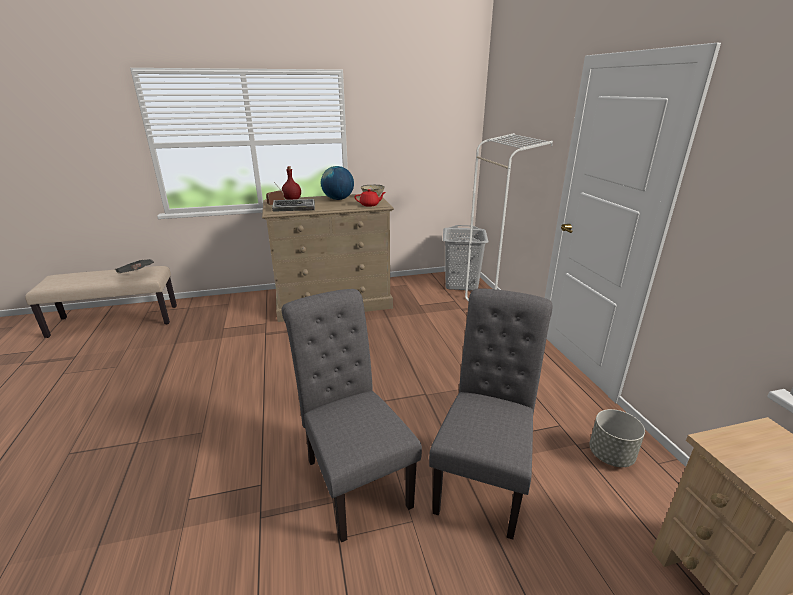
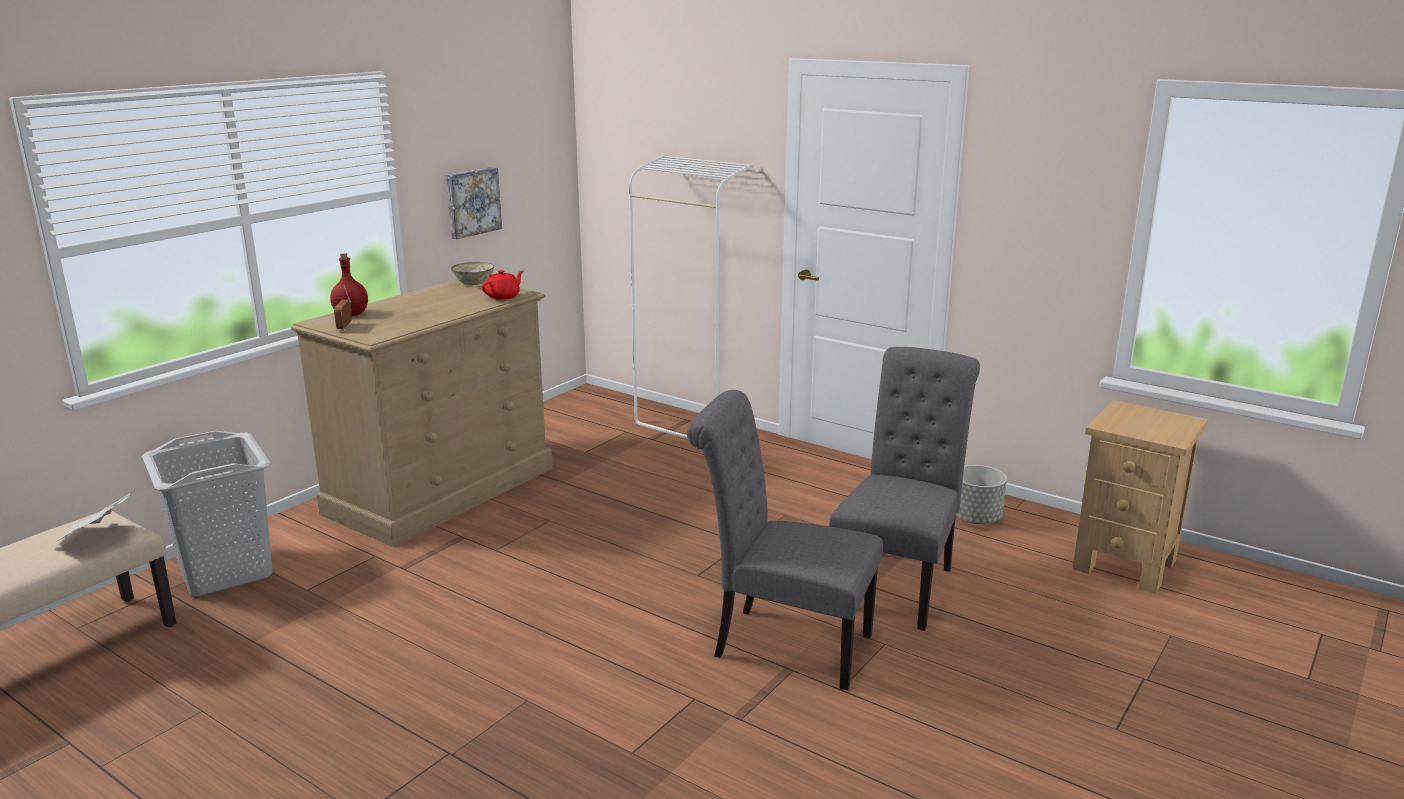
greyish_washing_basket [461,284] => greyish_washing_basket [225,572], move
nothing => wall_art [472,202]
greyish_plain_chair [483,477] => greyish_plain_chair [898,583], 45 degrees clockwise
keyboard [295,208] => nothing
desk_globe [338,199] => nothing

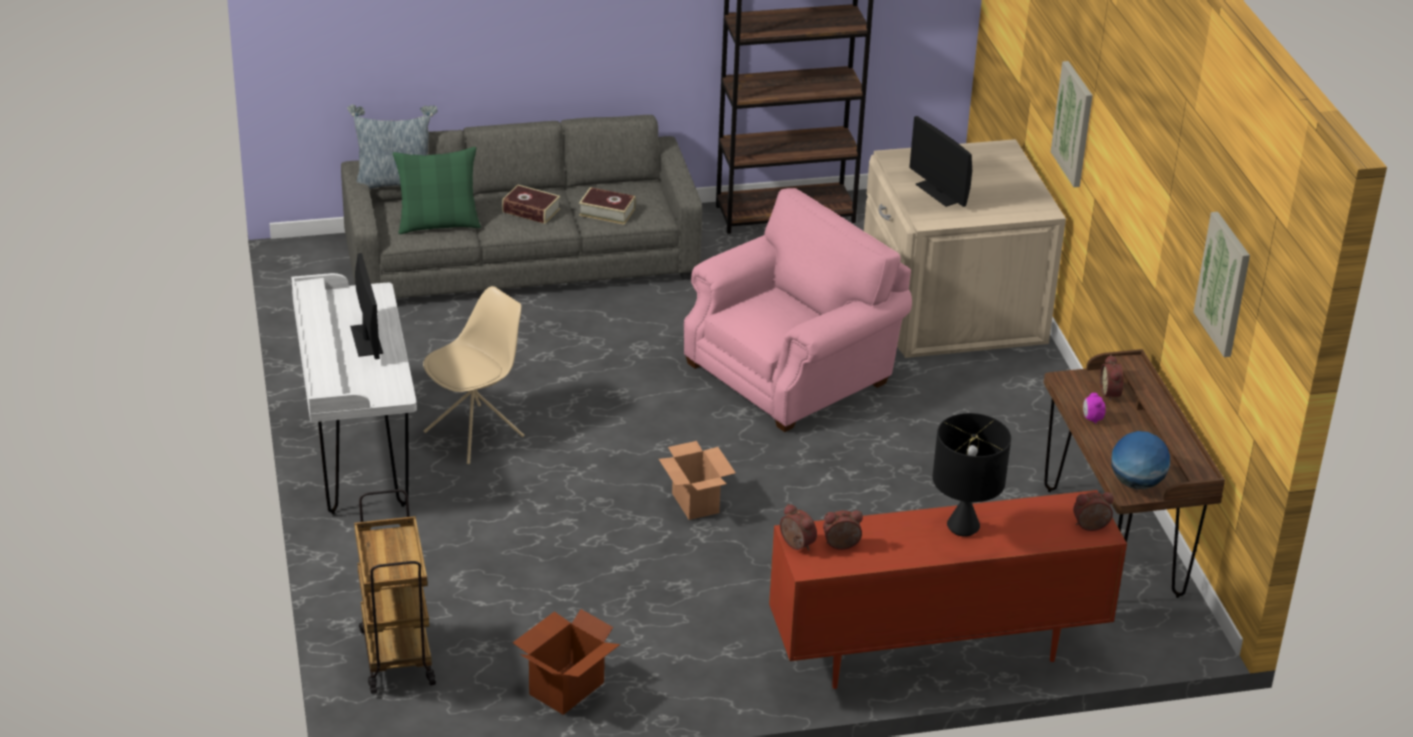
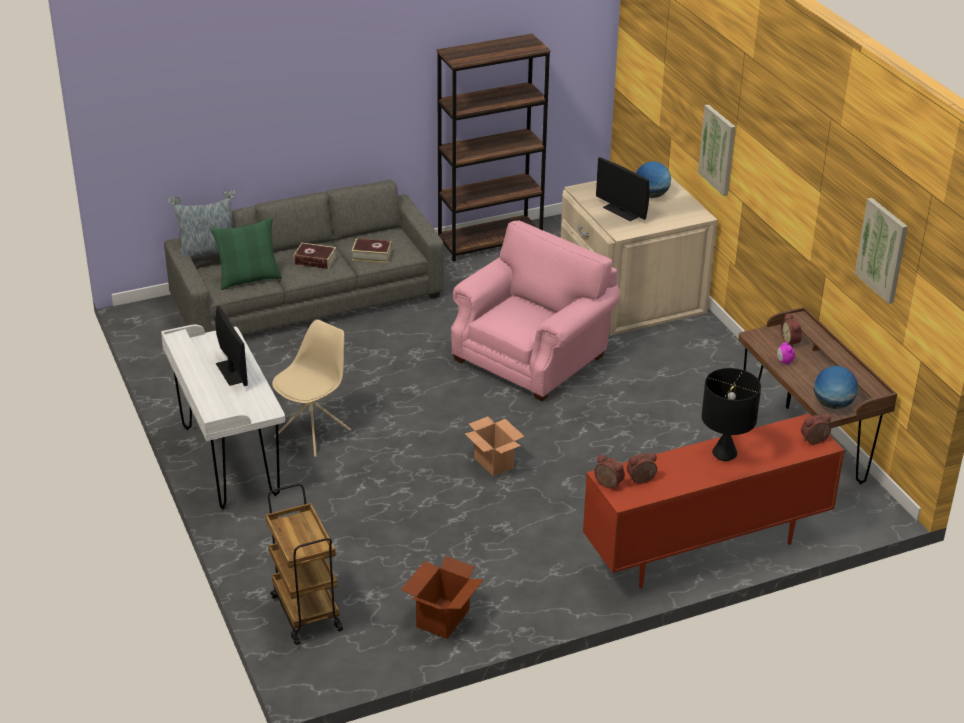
nothing => desk_globe [651,195]

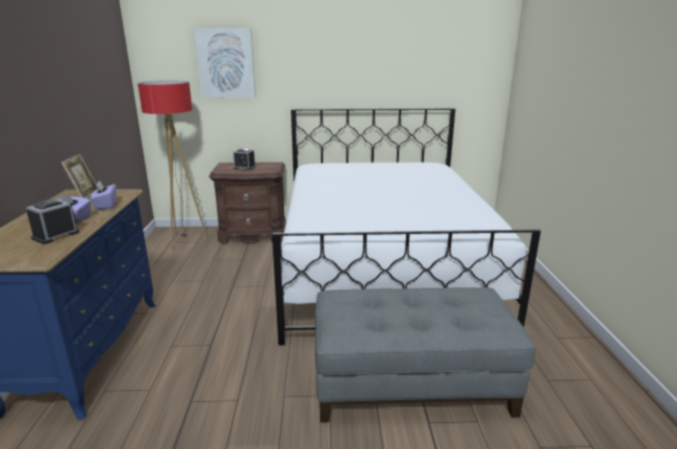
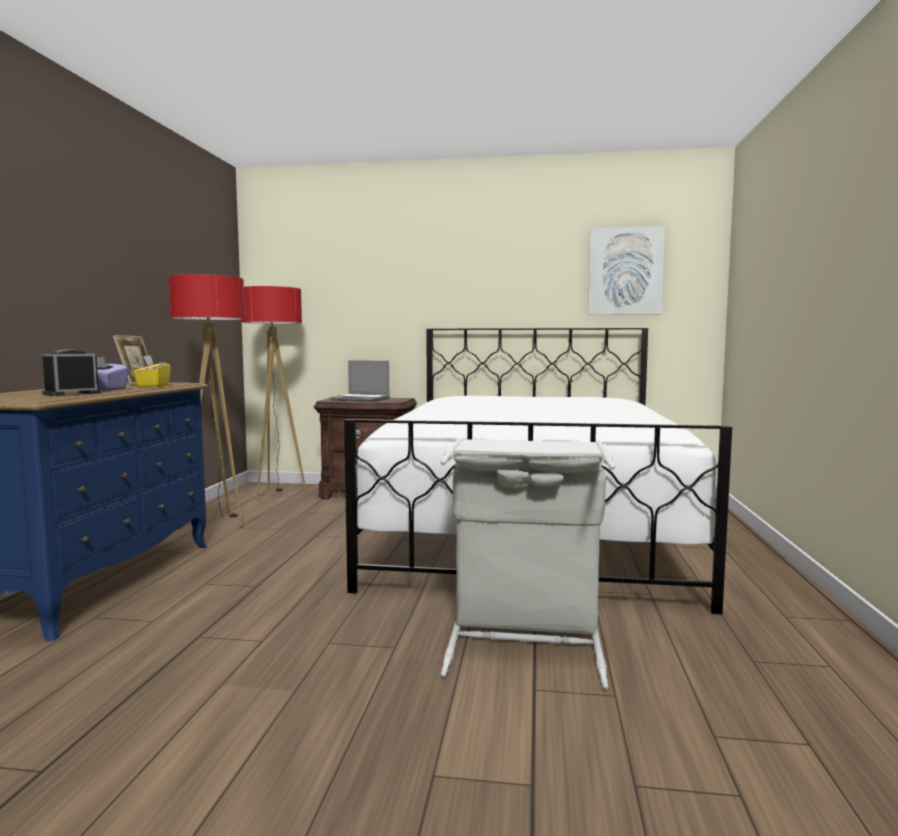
purplish_tissue_holder [106,205] => yellow-coloured_tissue_holder [152,386]
nothing => standard_lamp [217,521]
table_clock [244,167] => portable_computer [361,399]
greyish_footrest [410,381] => greyish_washing_basket [525,643]
wall_art [226,63] => wall_art [625,271], move

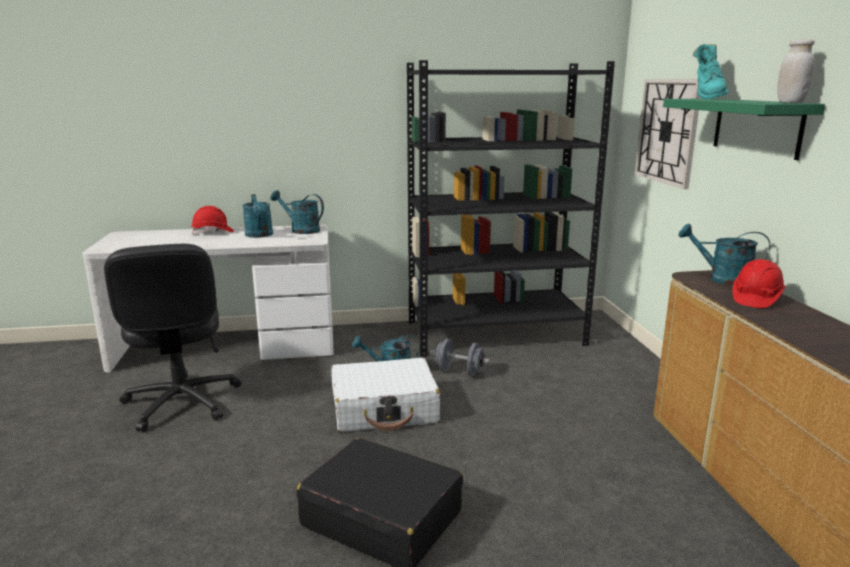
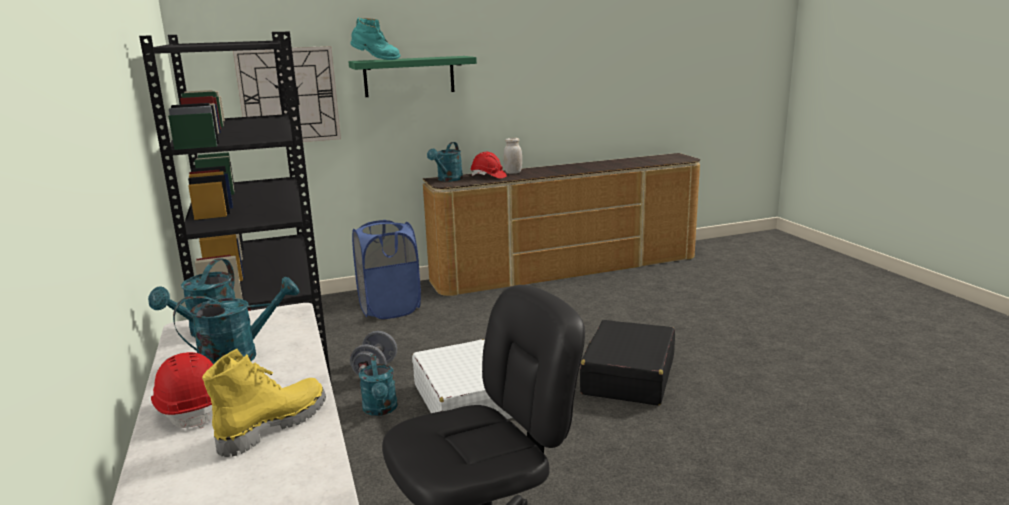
nothing => yellow-coloured_high-top_boot [273,425]
nothing => bluish_washing_basket [390,308]
white_storage_jar [790,102] => white_storage_jar [513,172], move

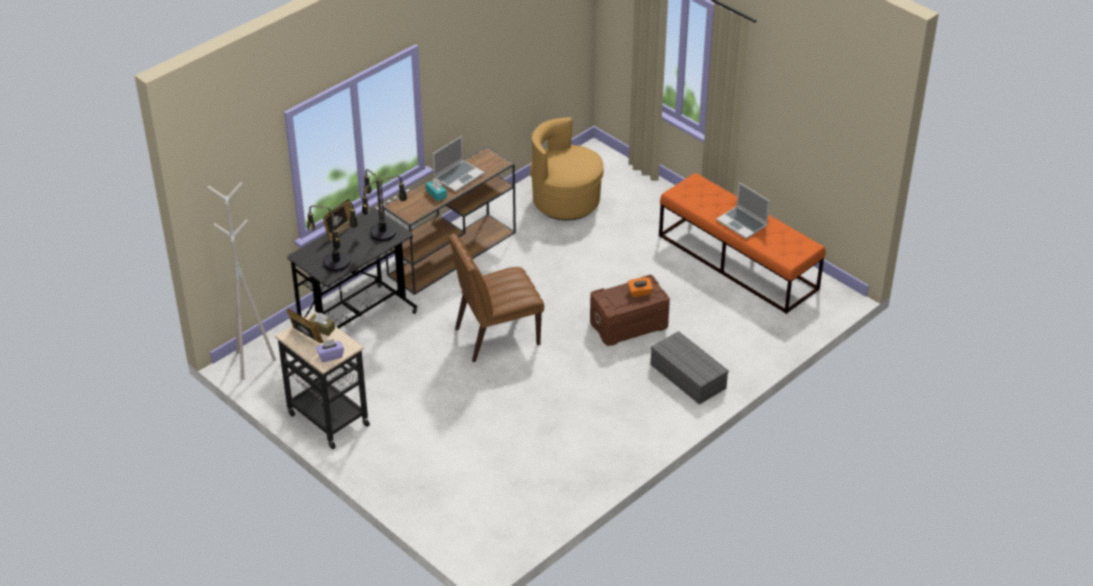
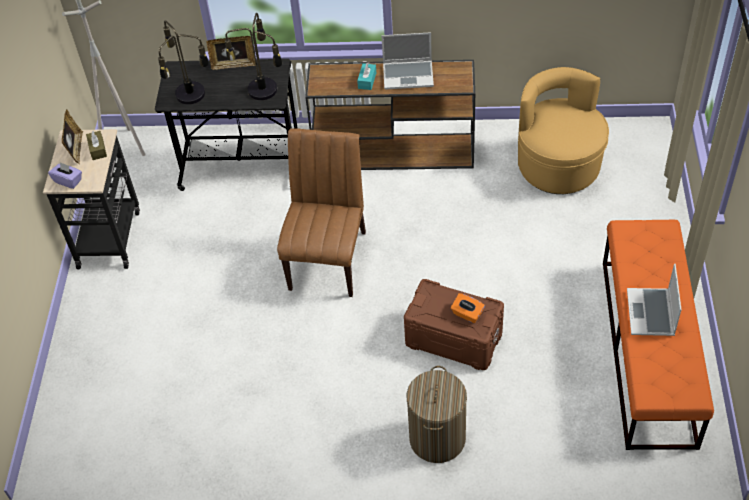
brown_plain_chair [497,336] => brown_plain_chair [328,261], 75 degrees clockwise
greyish_storage_container [686,376] => washing_basket [437,438]

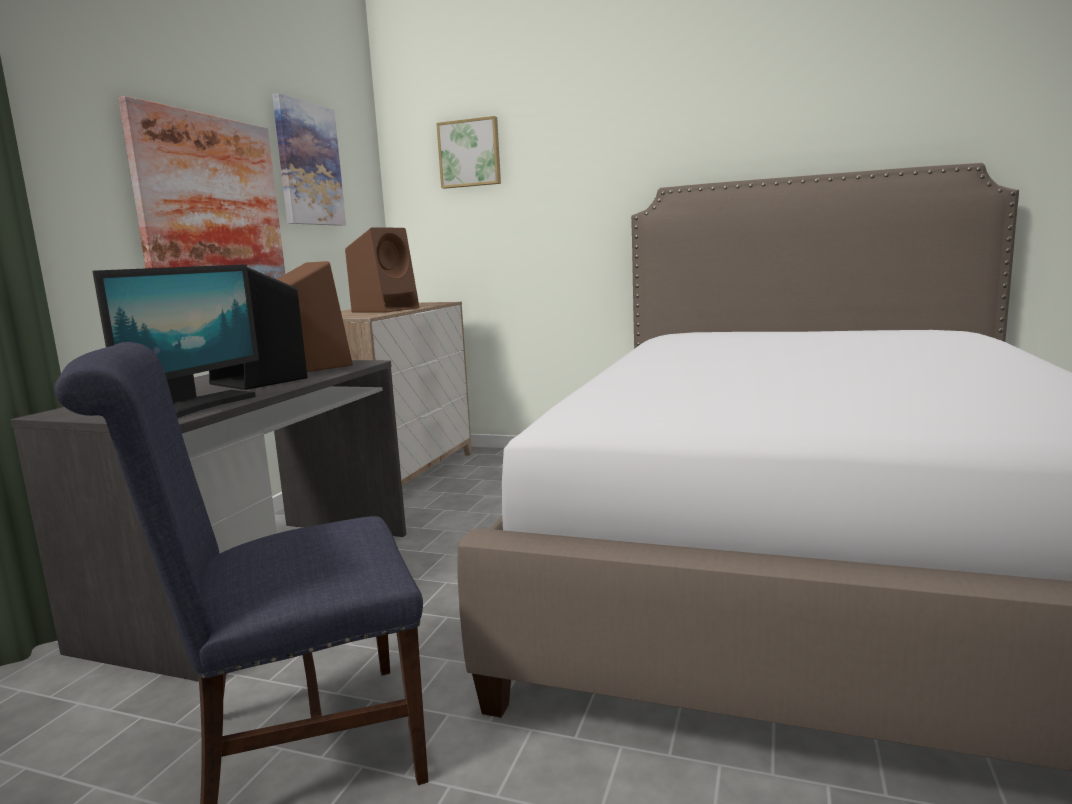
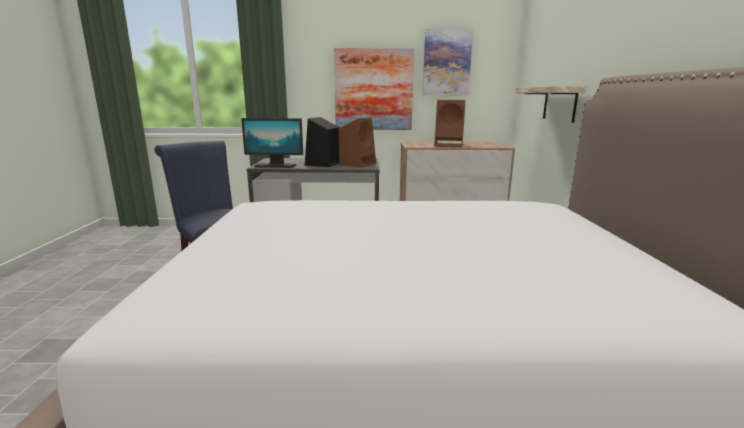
nothing => wall_shelf [559,104]
wall_art [470,153] => nothing

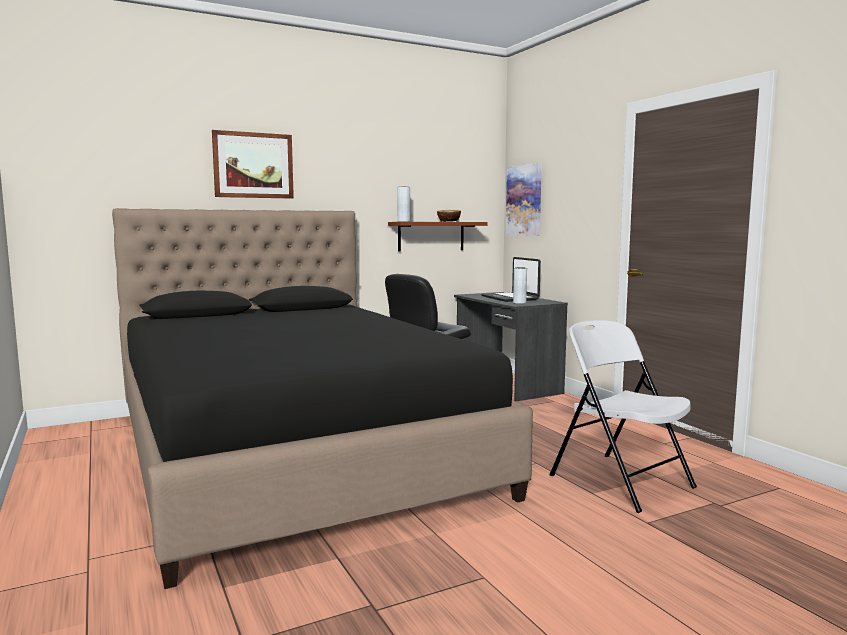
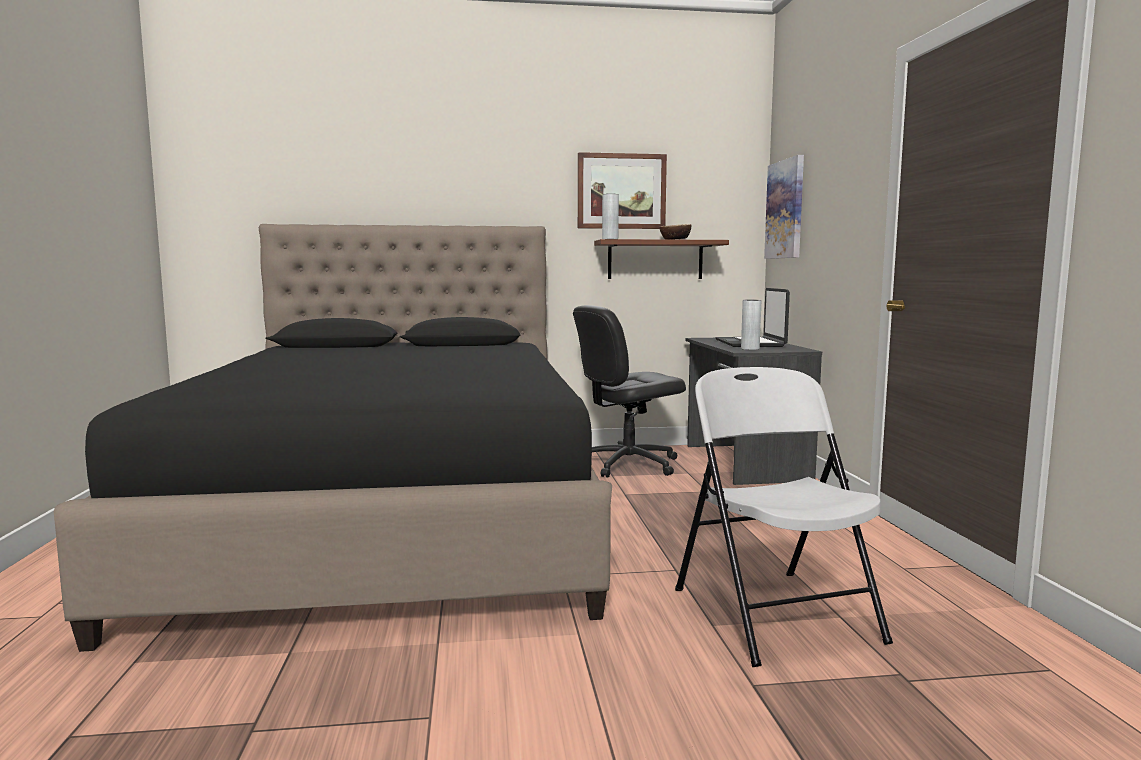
wall_art [253,165] => wall_art [621,191], move

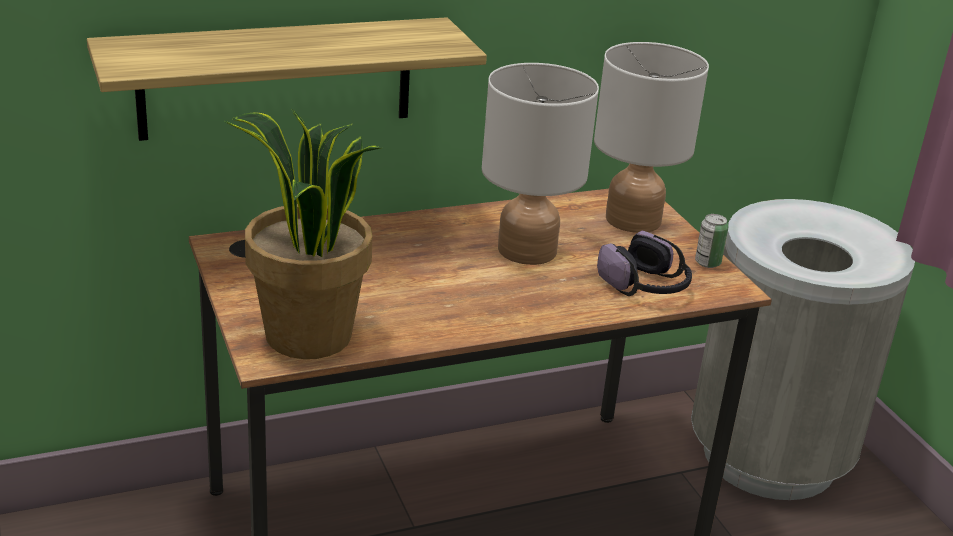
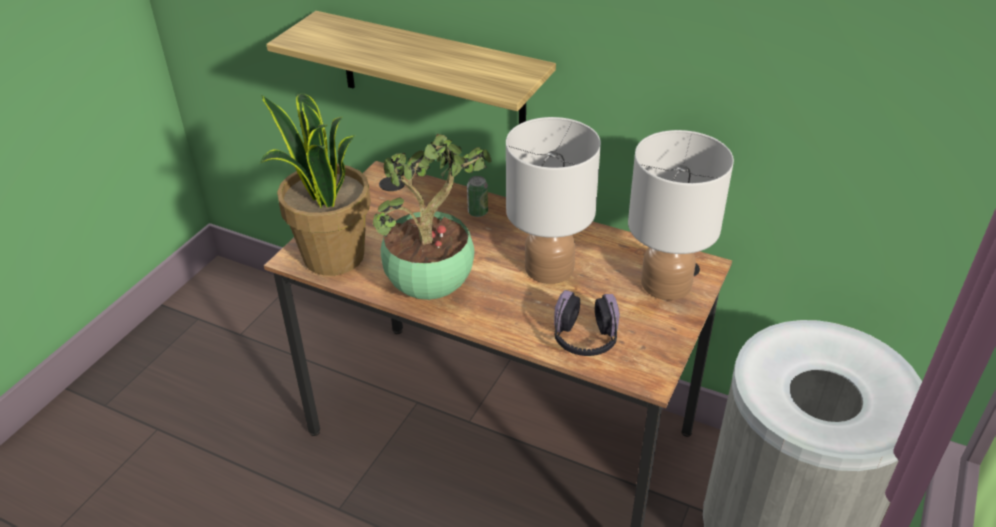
nothing => plant_in_a_pot [432,287]
sealed_can [707,263] => sealed_can [478,212], move

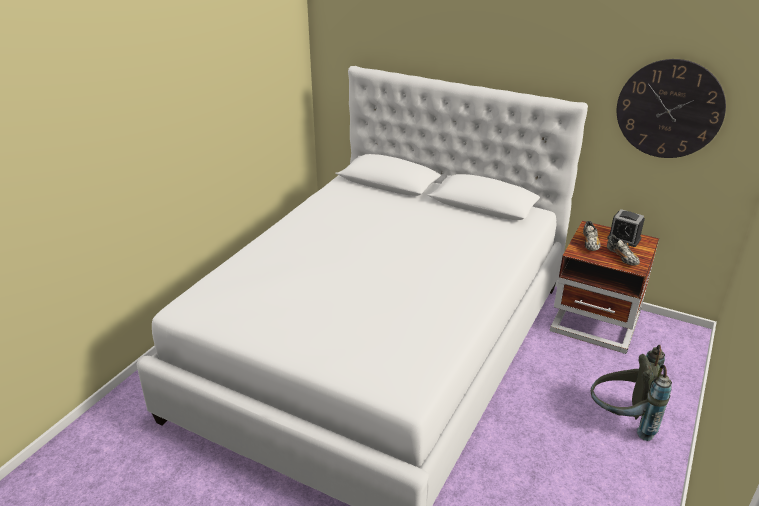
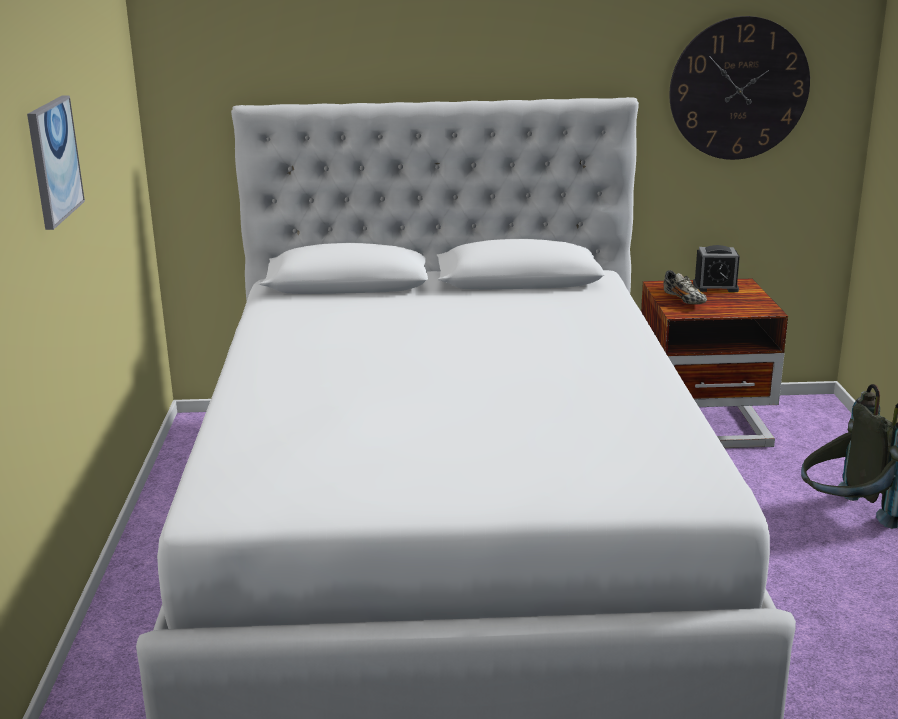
nothing => wall_art [53,160]
low_shoe [622,258] => nothing

